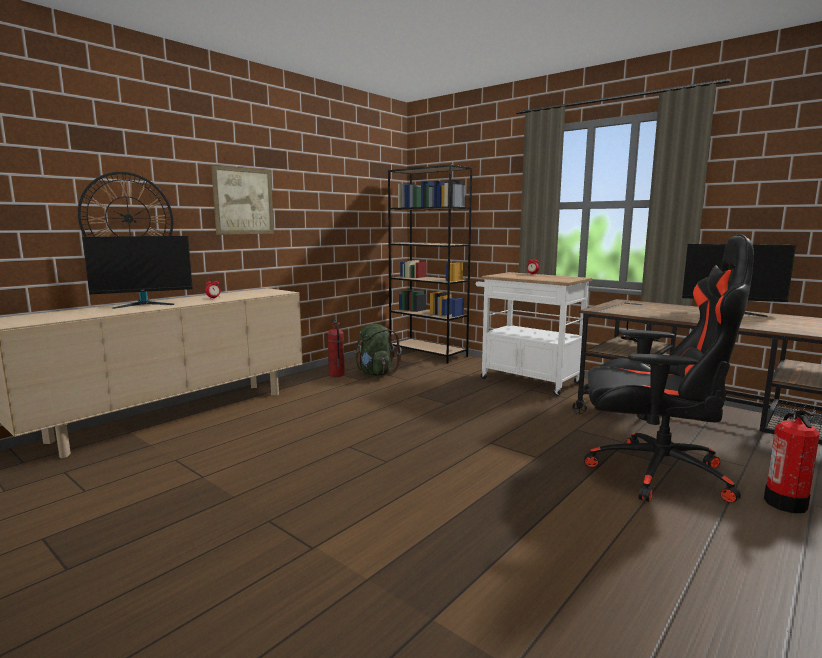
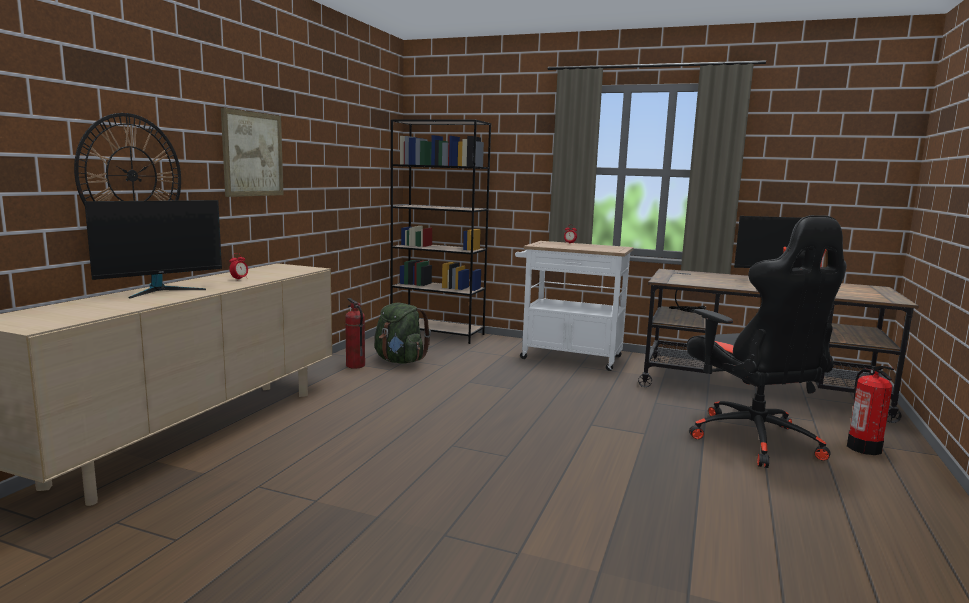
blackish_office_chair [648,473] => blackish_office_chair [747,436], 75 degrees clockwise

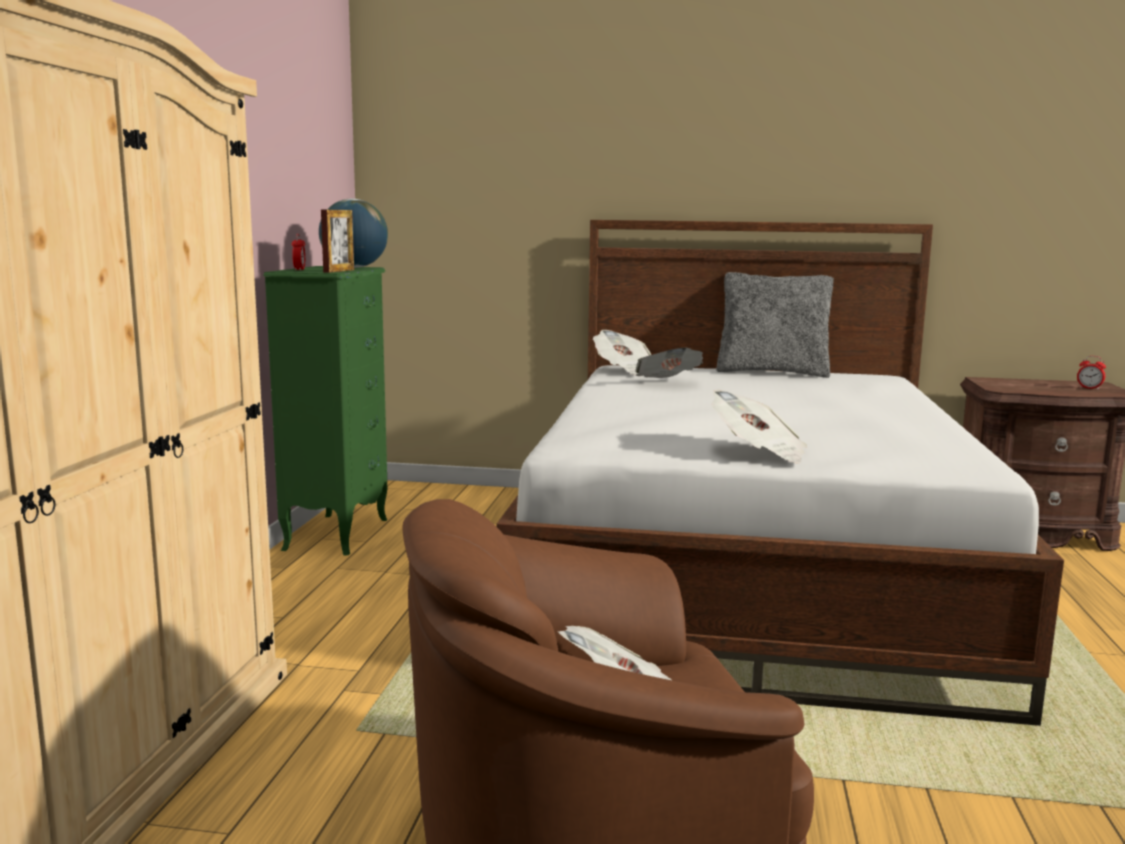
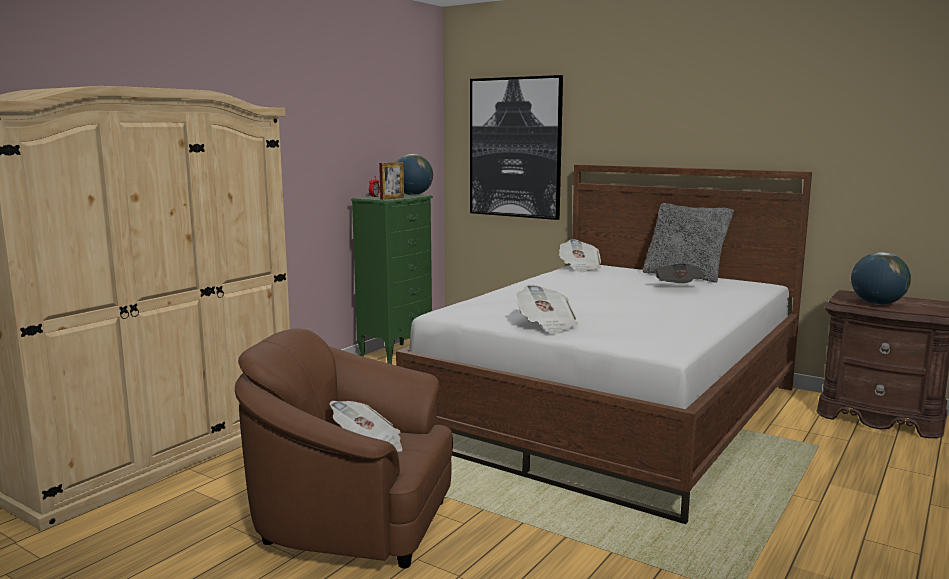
nothing => wall_art [515,147]
newspaper [667,383] => newspaper [678,287], move
nothing => desk_globe [877,304]
table_clock [1089,388] => nothing

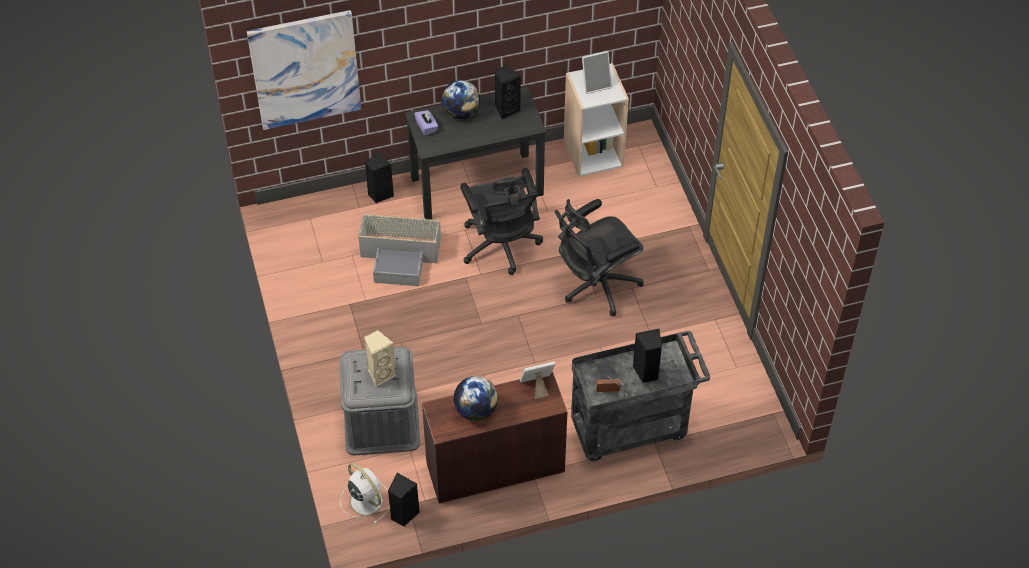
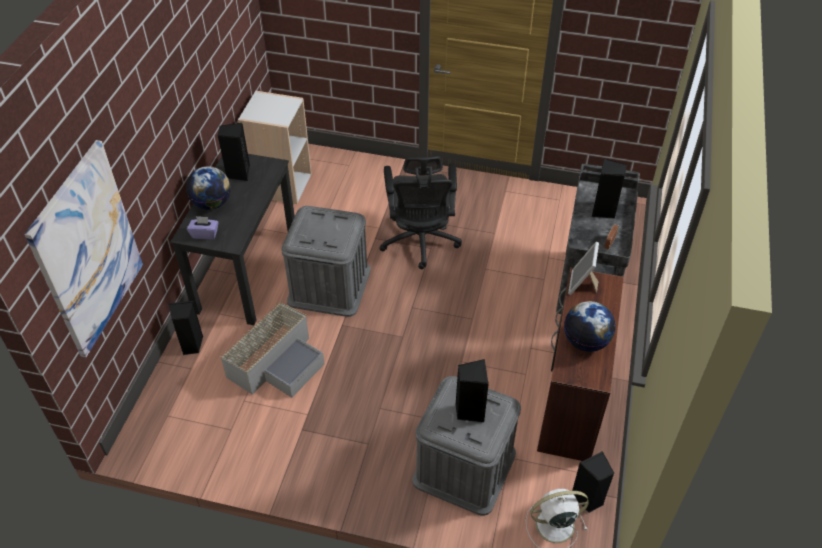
office_chair [501,247] => greyish_storage_container [329,285]
beige-coloured_speaker [380,373] => blackish_speaker [469,411]
photo_frame [595,84] => nothing

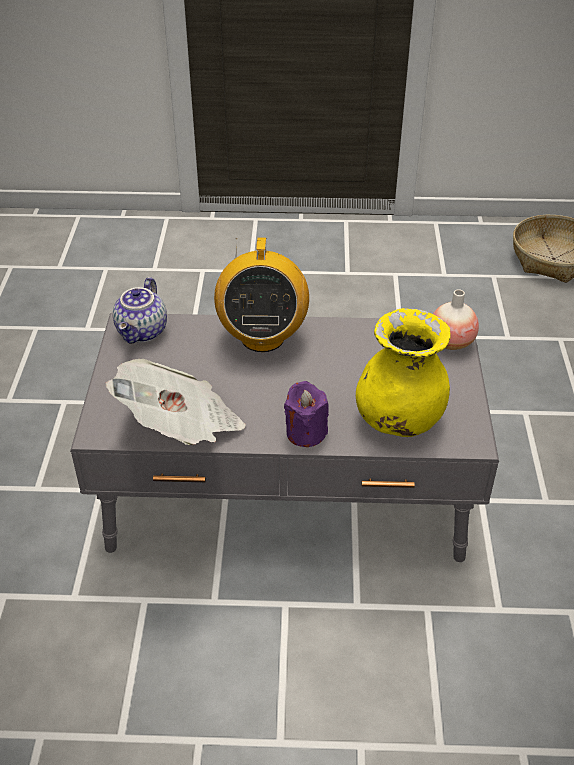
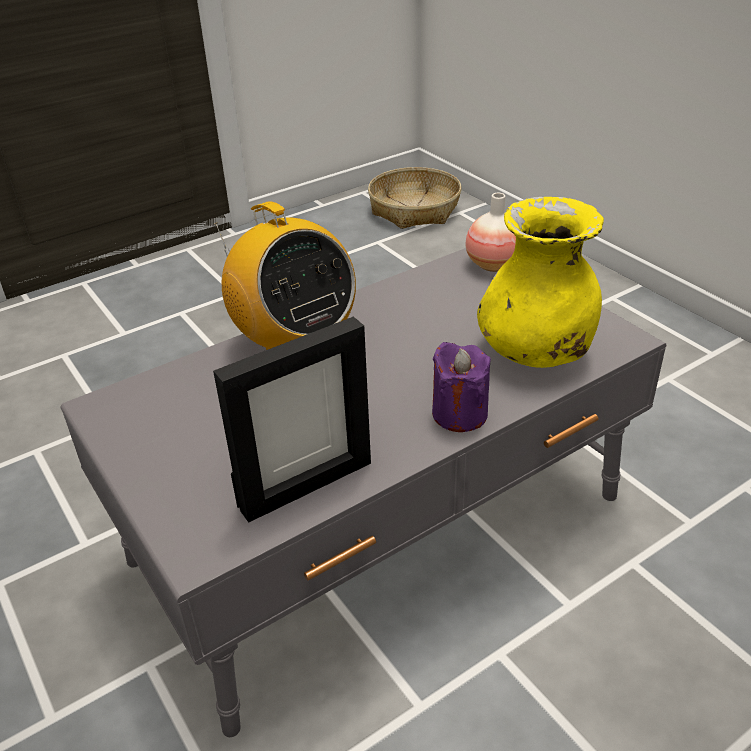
newspaper [181,426] => photo_frame [305,484]
teapot [143,332] => nothing

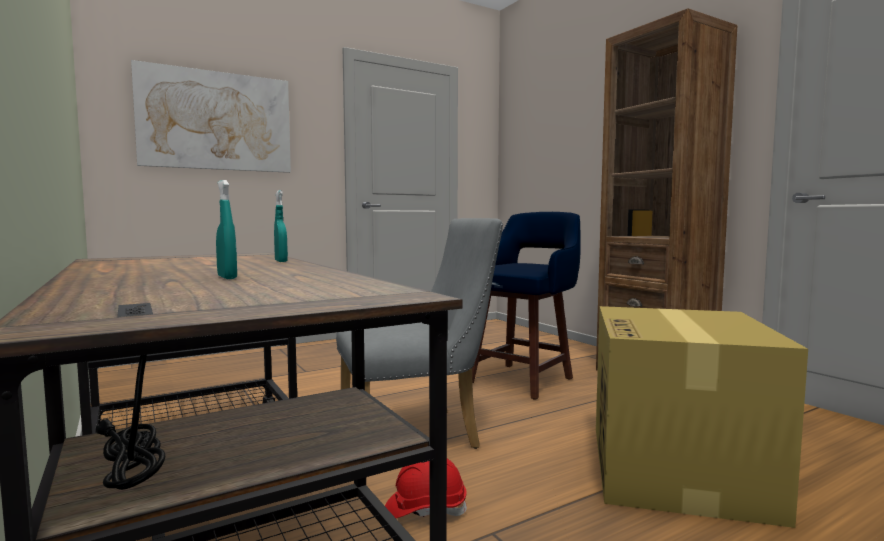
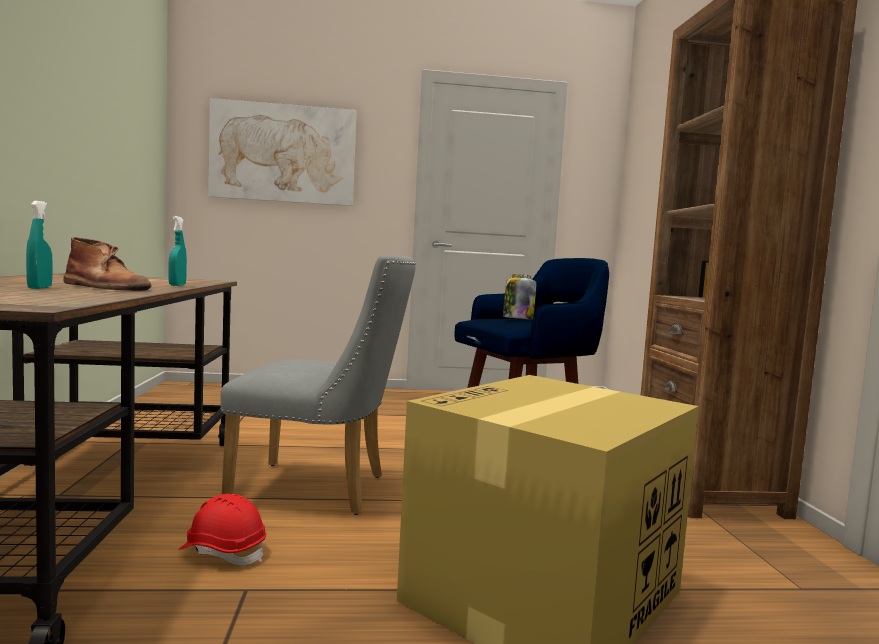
nothing => brown_high-top_boot [106,287]
nothing => storage_jar [517,319]

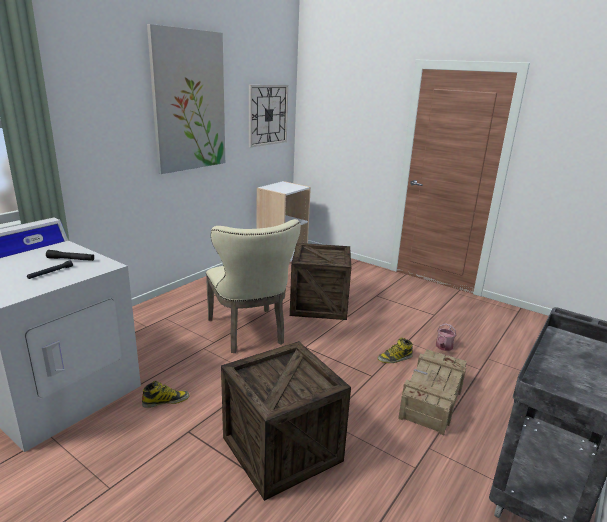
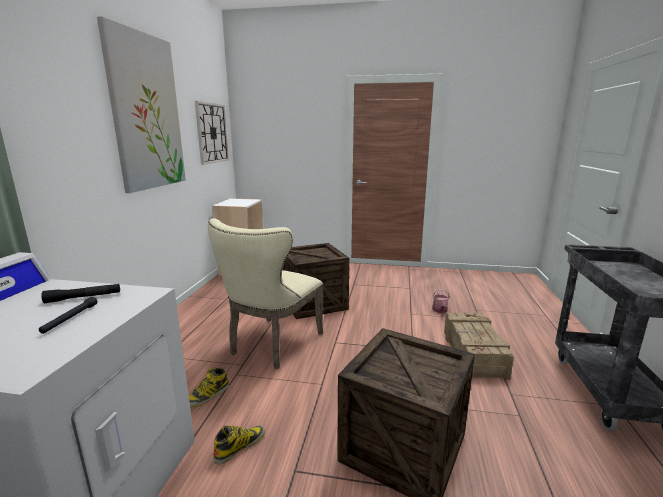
high-top_boot [395,358] => high-top_boot [207,395], move
beige-coloured_plain_chair [249,333] => beige-coloured_plain_chair [272,345], 75 degrees clockwise

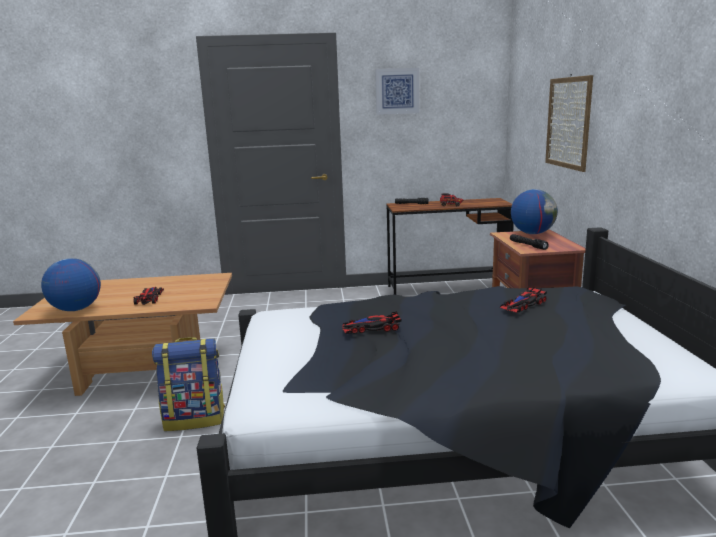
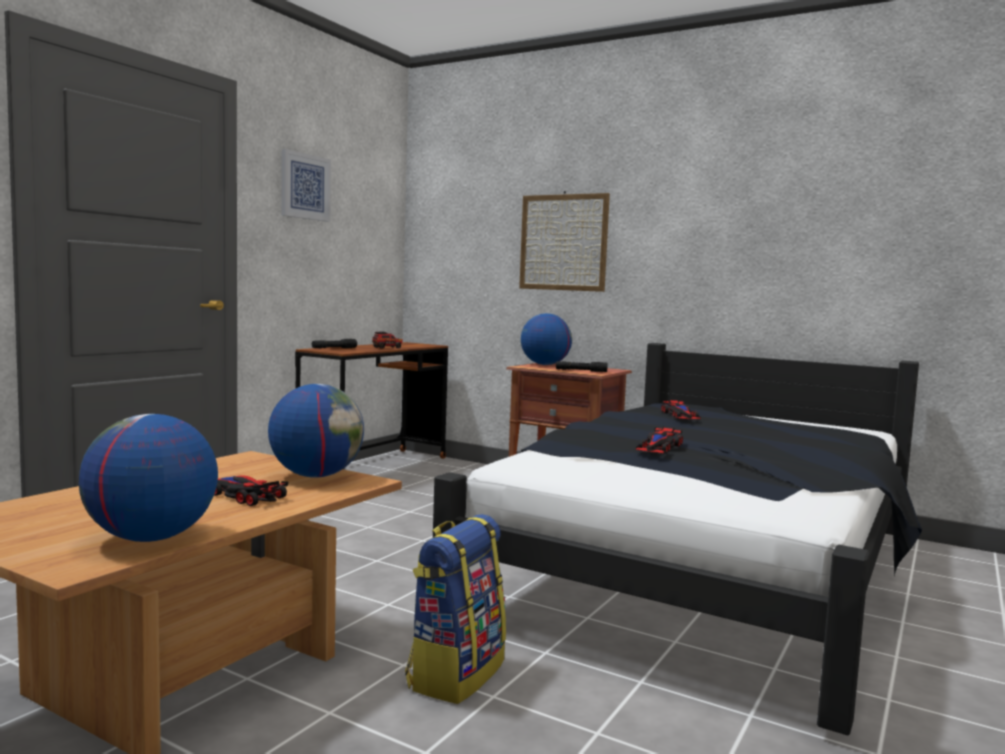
nothing => desk_globe [316,476]

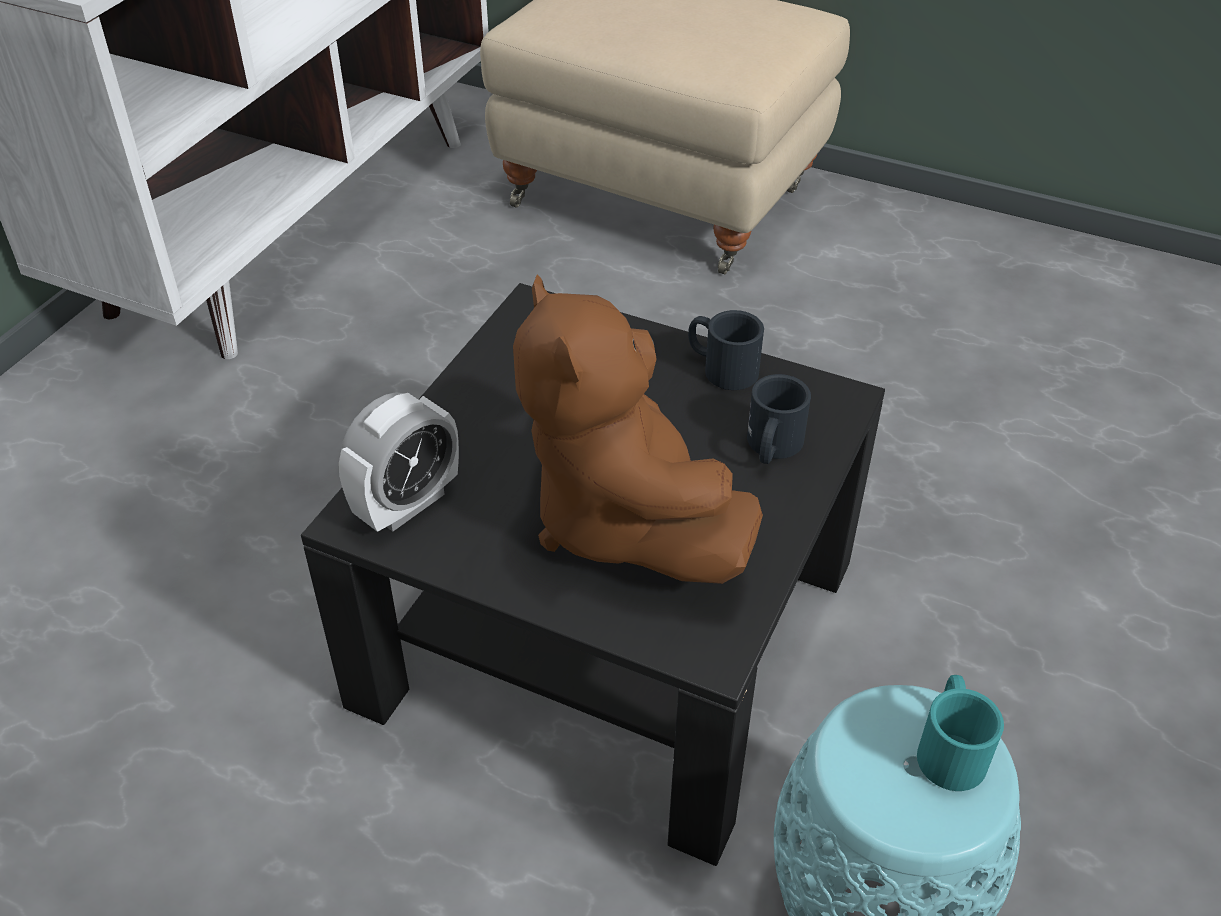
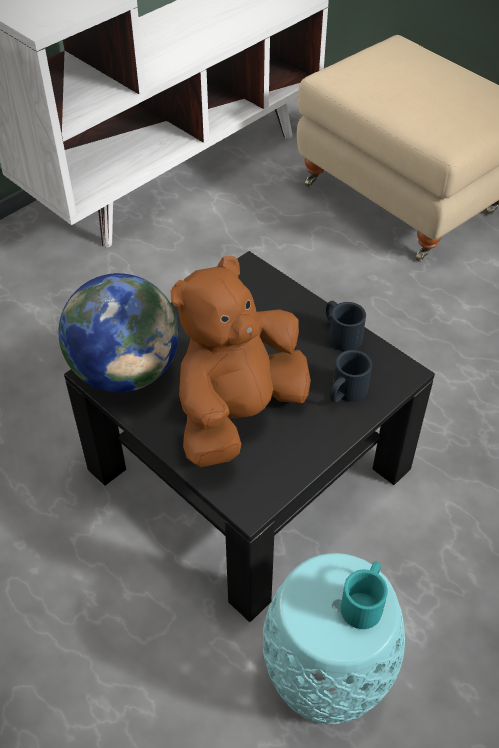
table_clock [407,504] => desk_globe [125,371]
brown_cuddly_toy [623,519] => brown_cuddly_toy [238,413], 45 degrees clockwise

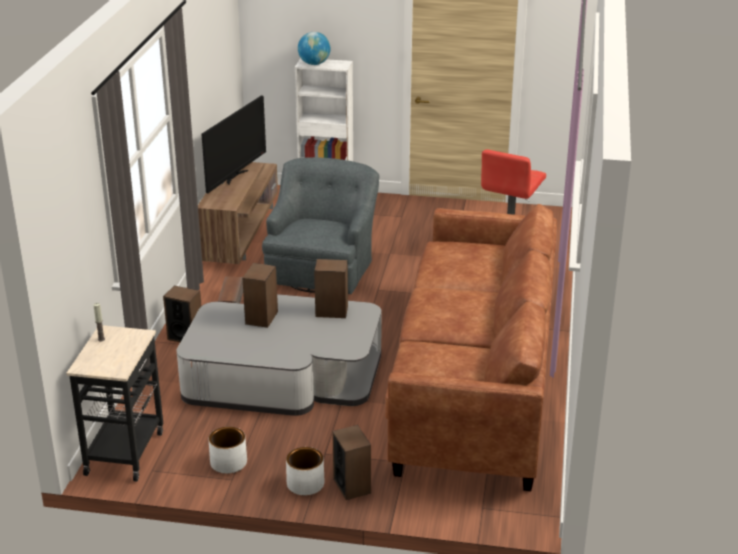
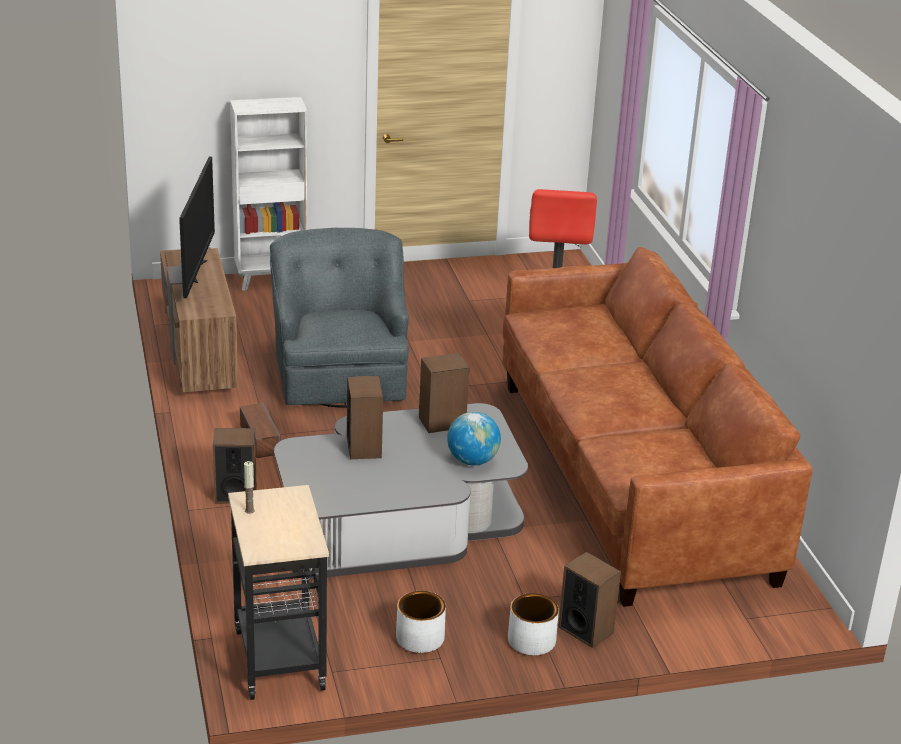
desk_globe [314,64] => desk_globe [472,461], move

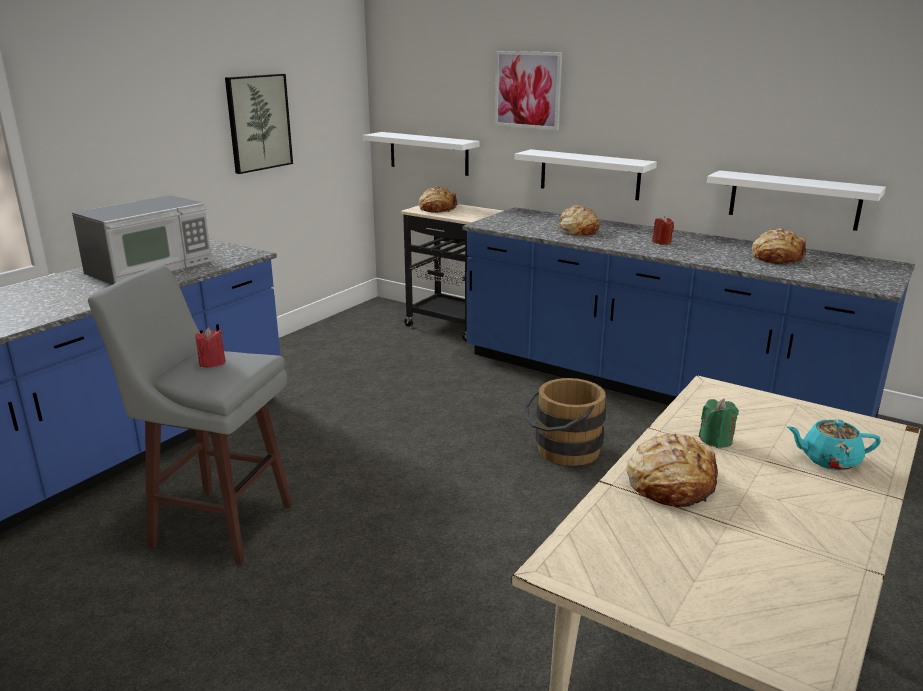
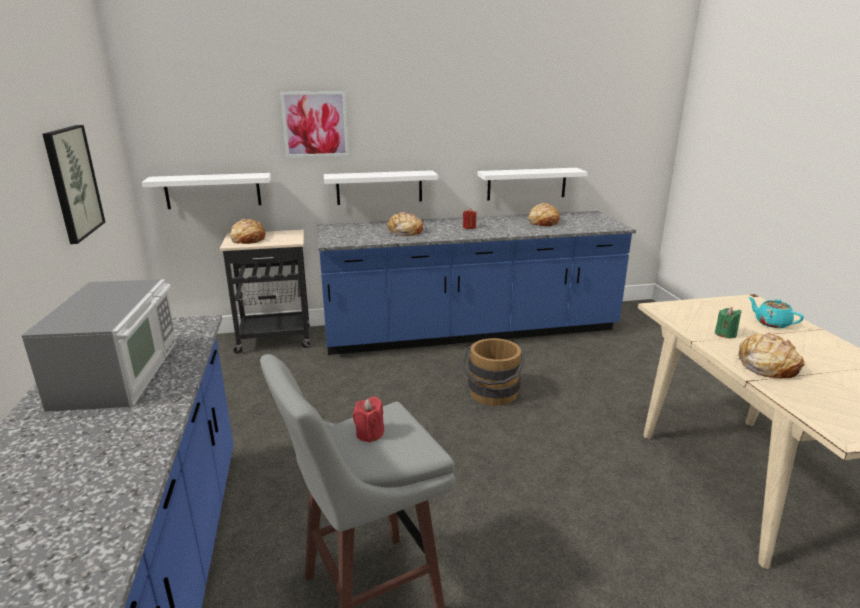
turquoise-coloured_teapot [828,460] => turquoise-coloured_teapot [771,323], 90 degrees clockwise

